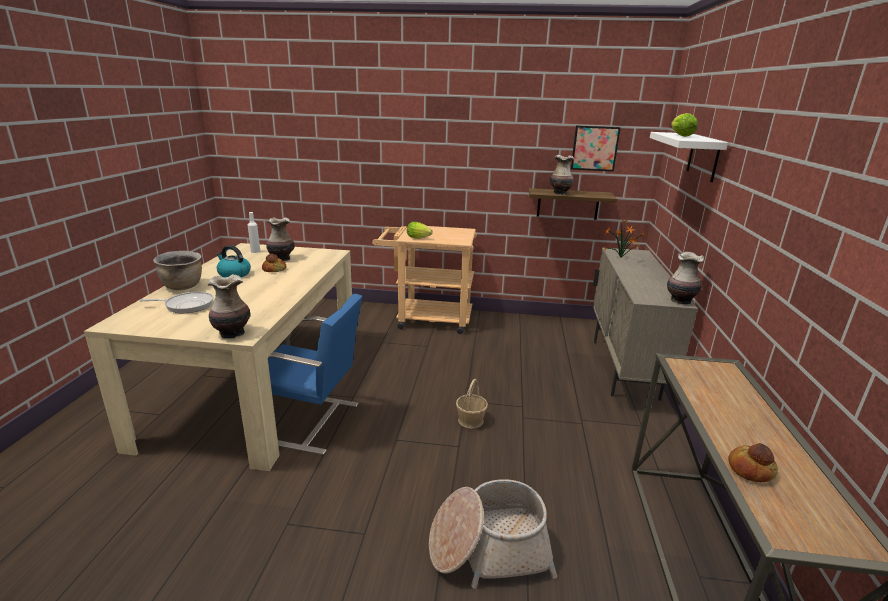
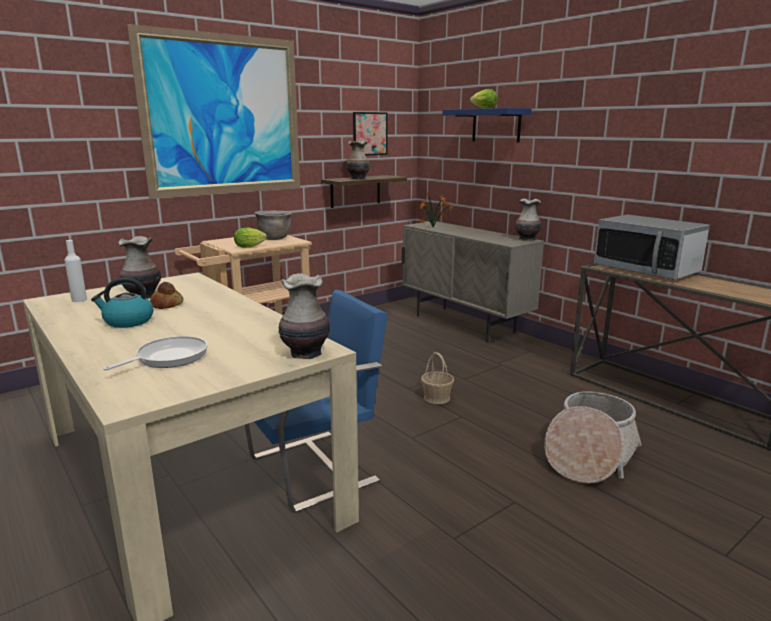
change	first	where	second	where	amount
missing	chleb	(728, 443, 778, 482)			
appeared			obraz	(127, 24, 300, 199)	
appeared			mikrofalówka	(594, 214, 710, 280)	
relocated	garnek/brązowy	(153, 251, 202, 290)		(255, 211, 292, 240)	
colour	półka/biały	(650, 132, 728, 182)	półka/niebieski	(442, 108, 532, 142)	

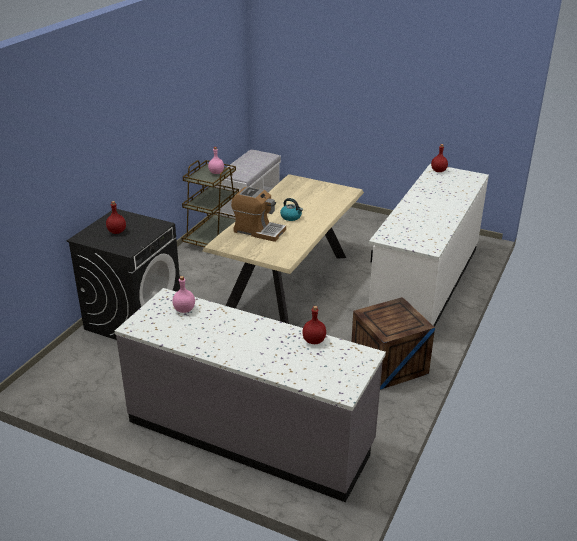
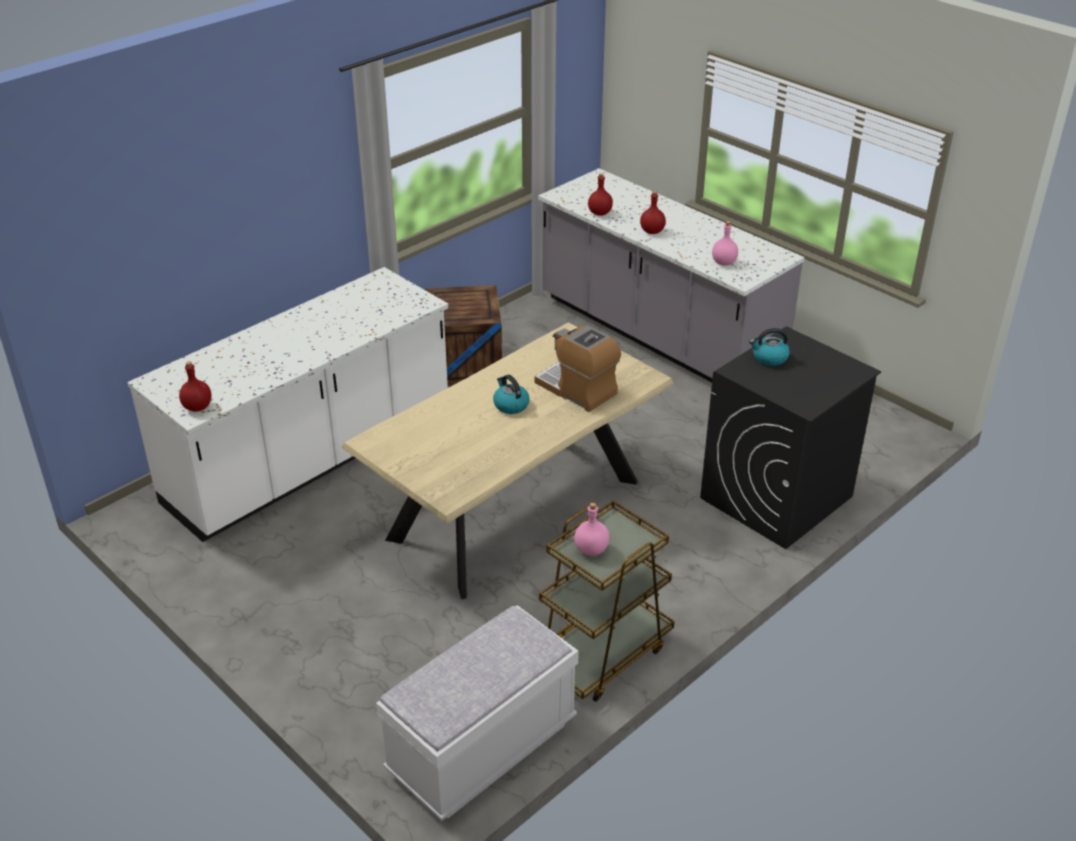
change	first	where	second	where	amount
appeared			czajnik	(749, 328, 790, 366)	
relocated	butelka/czerwony	(106, 201, 126, 234)		(640, 191, 666, 234)	

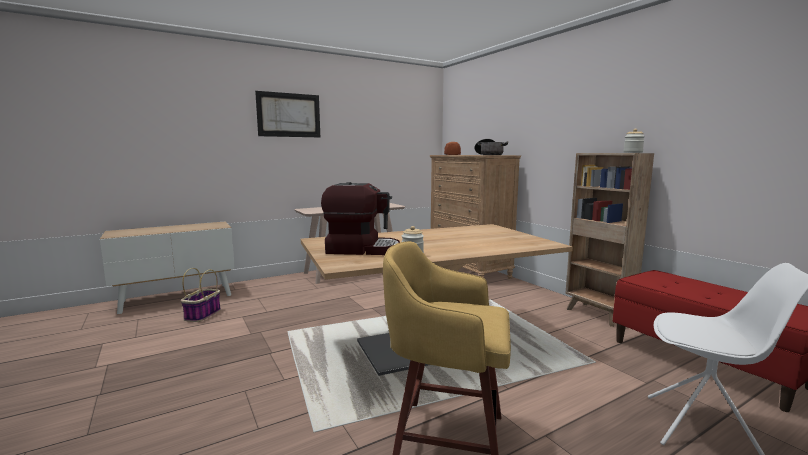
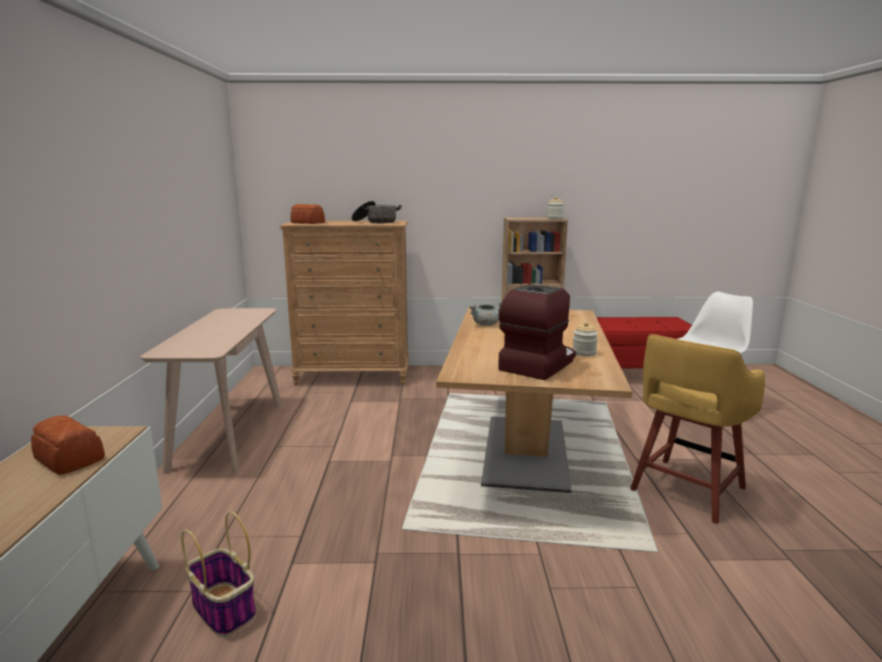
change	first	where	second	where	amount
missing	obraz	(255, 91, 320, 137)			
appeared			chleb	(31, 415, 105, 475)	
appeared			garnek/szary	(469, 301, 502, 326)	

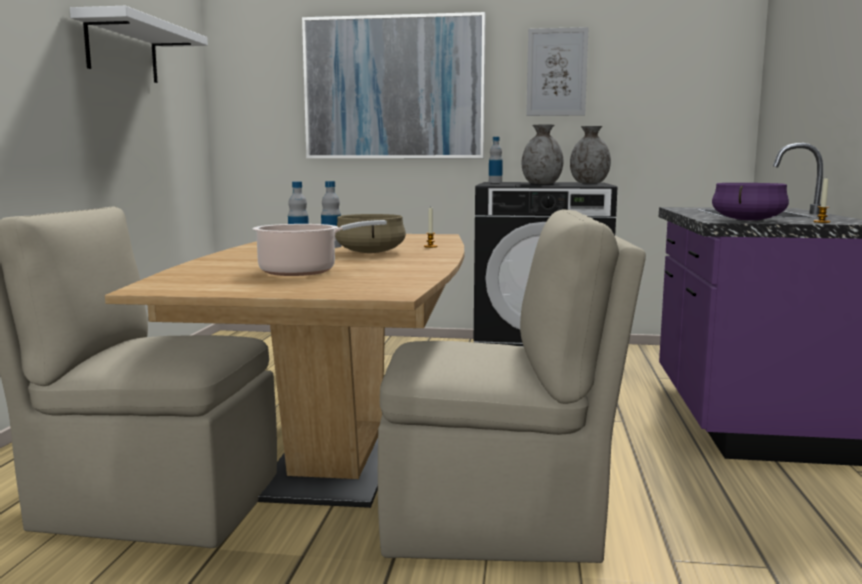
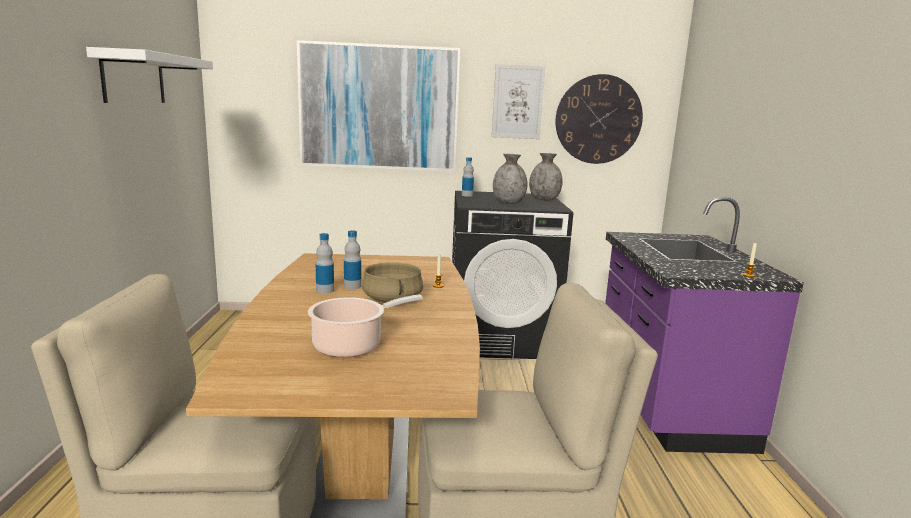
change	first	where	second	where	amount
missing	garnek/fioletowy	(712, 183, 789, 220)			
appeared			zegar ścienny	(556, 74, 643, 164)	

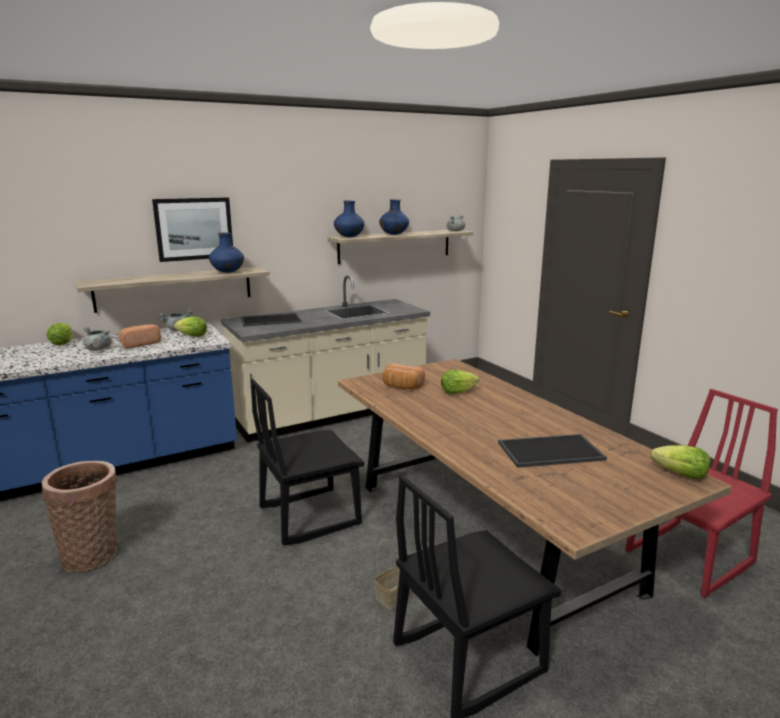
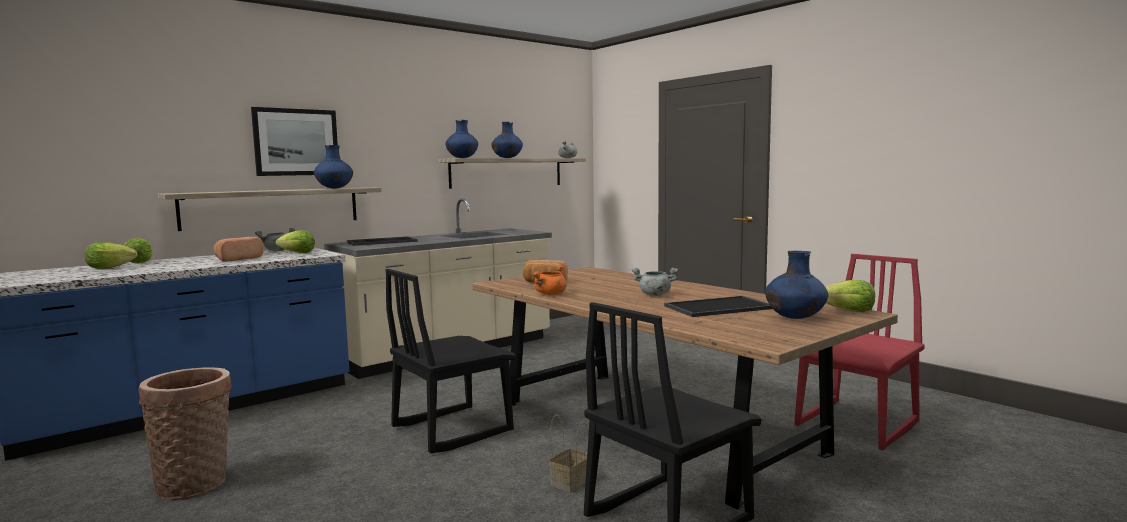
change	first	where	second	where	amount
appeared			garnek/pomarańczowy	(532, 265, 566, 295)	
appeared			wazon/niebieski	(765, 251, 829, 319)	
relocated	garnek/szary	(83, 327, 112, 351)		(632, 268, 678, 296)	
relocated	sałata	(441, 370, 479, 394)		(85, 242, 137, 269)	

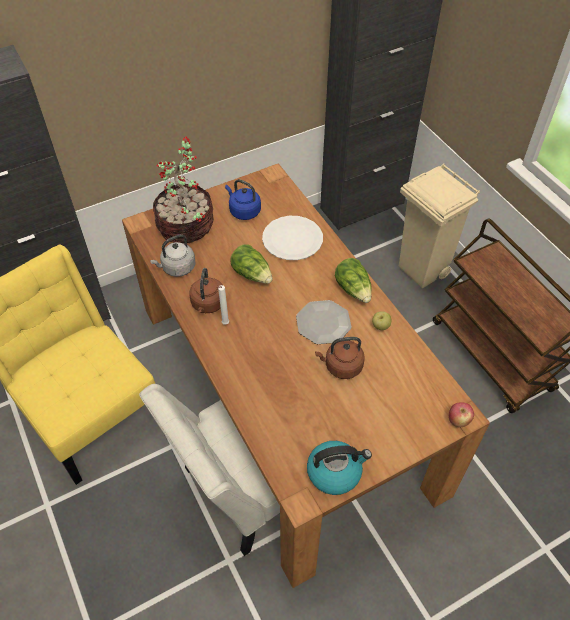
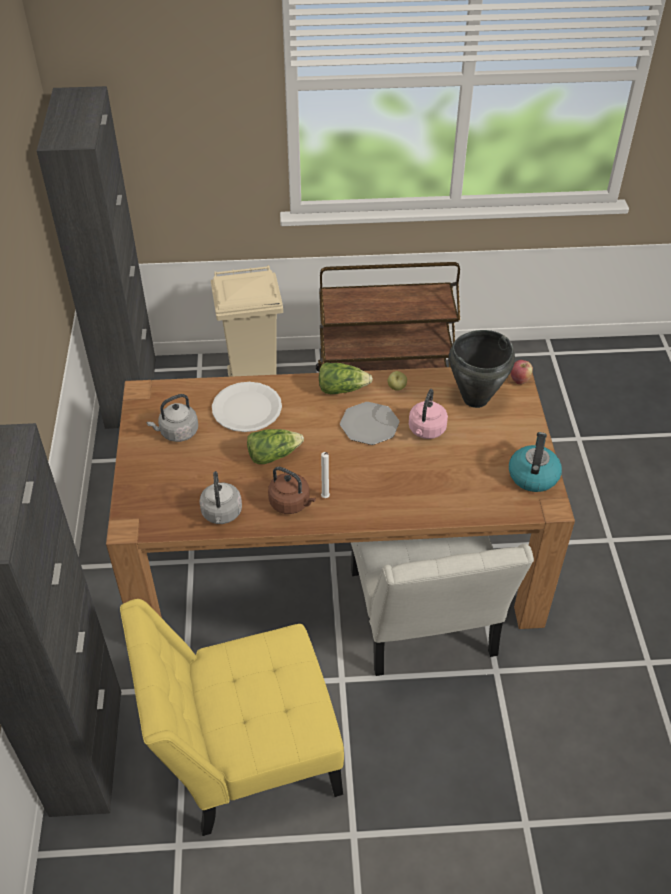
change	first	where	second	where	amount
missing	roślina doniczkowa	(153, 137, 214, 243)			
appeared			garnek/czarny	(449, 330, 515, 408)	
colour	czajnik/niebieski	(225, 179, 261, 220)	czajnik/szary	(147, 394, 198, 442)	
colour	czajnik/brązowy	(315, 337, 364, 379)	czajnik/różowy	(409, 389, 448, 439)	

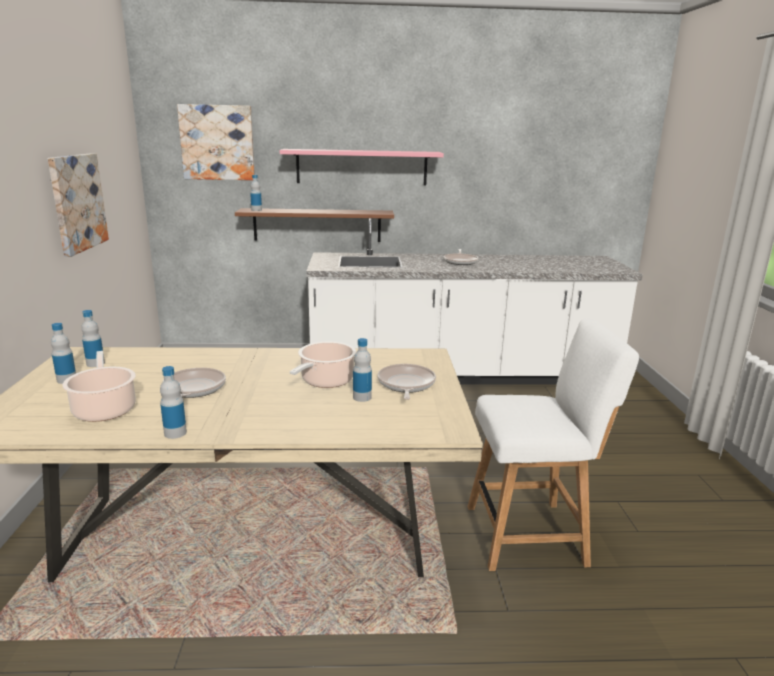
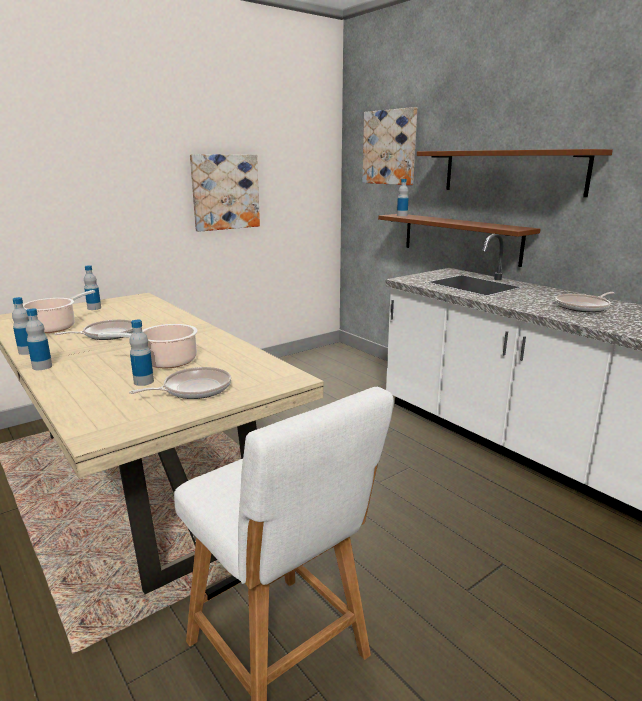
change	first	where	second	where	amount
relocated	butelka	(81, 310, 105, 367)		(26, 308, 52, 370)	
colour	półka/różowy	(280, 149, 444, 185)	półka/brązowy	(417, 149, 613, 197)	

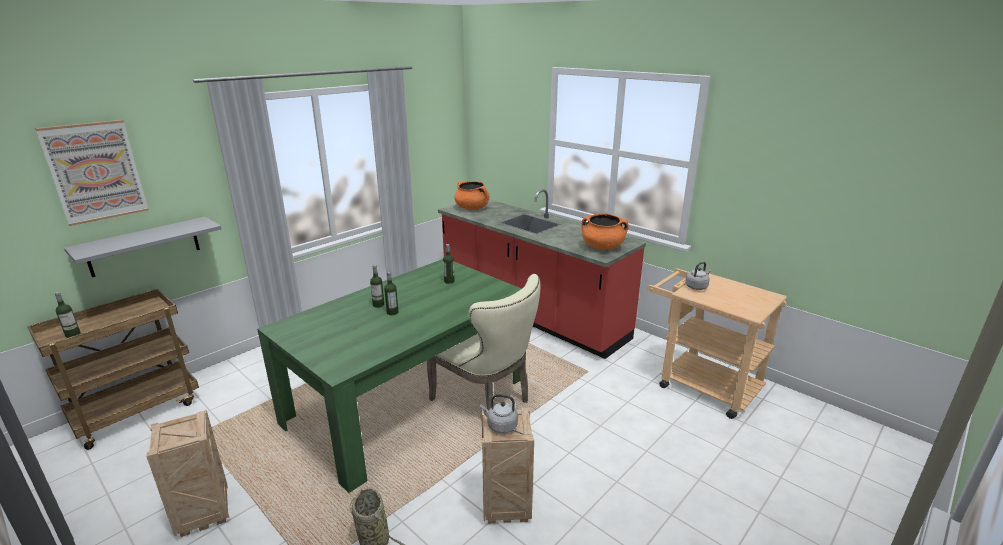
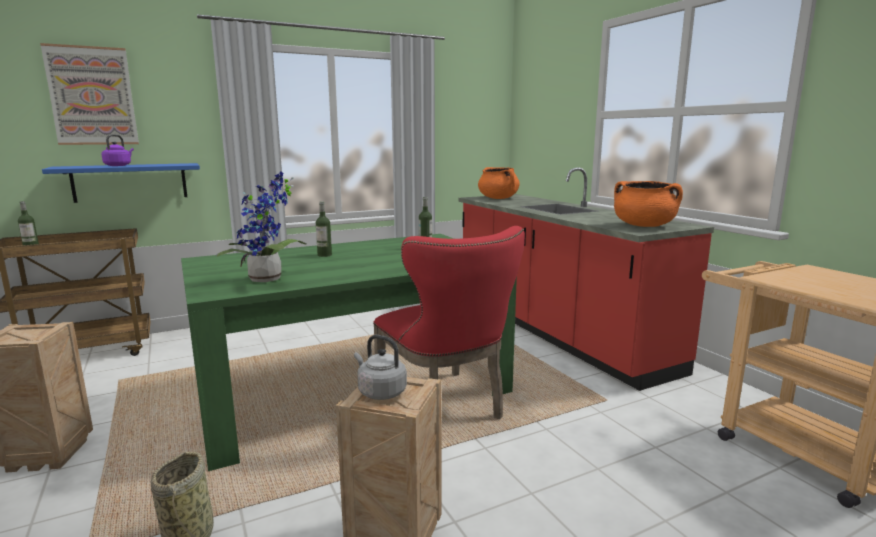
change	first	where	second	where	amount
missing	butelka	(384, 271, 398, 315)			
missing	czajnik/szary	(685, 262, 711, 290)			
appeared			czajnik/fioletowy	(102, 134, 134, 166)	
appeared			roślina doniczkowa	(216, 171, 306, 282)	
colour	półka/szary	(64, 217, 221, 277)	półka/niebieski	(42, 163, 200, 203)	
colour	krzesło/beżowy	(427, 274, 540, 410)	krzesło/czerwony	(373, 226, 525, 419)	

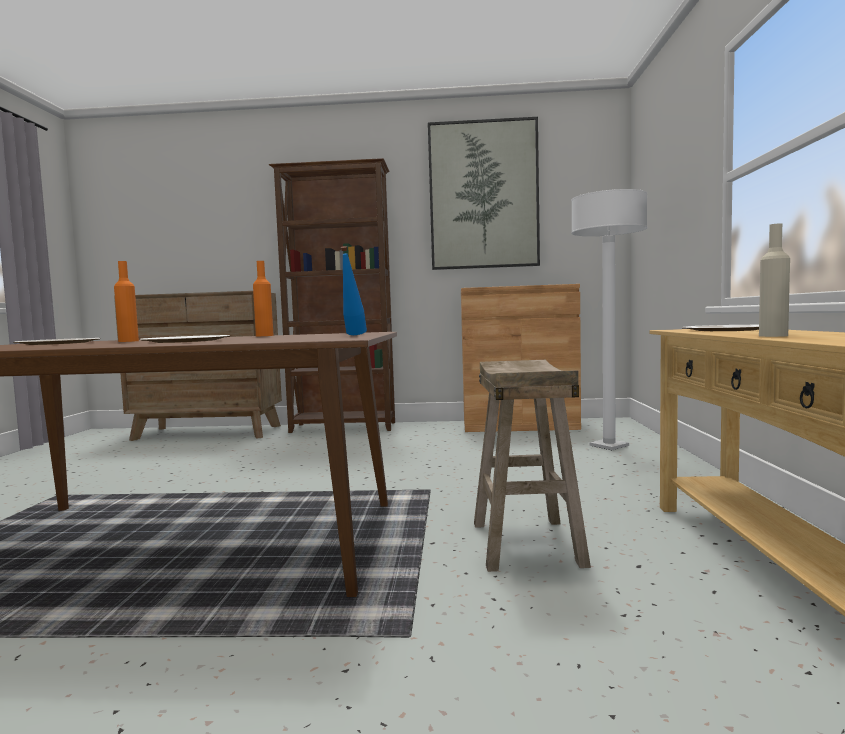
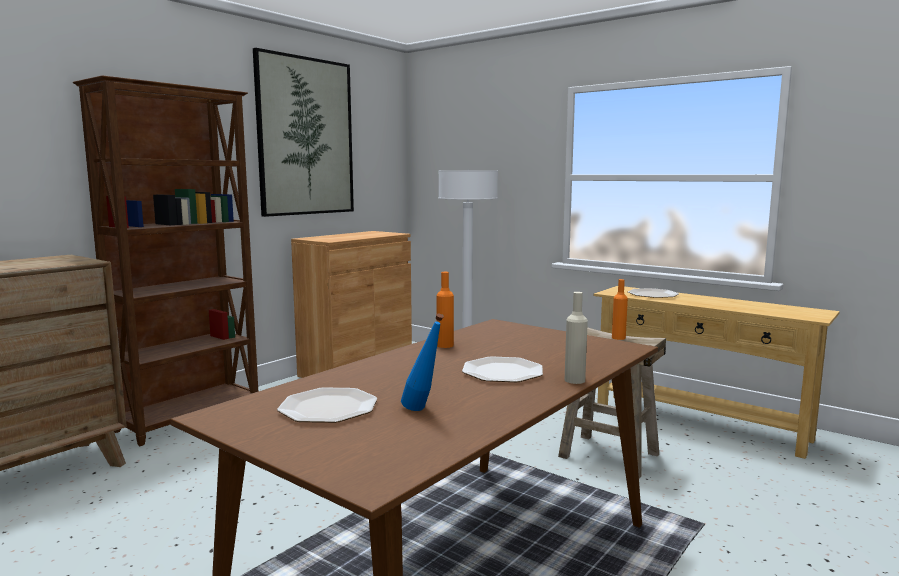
change	first	where	second	where	amount
relocated	butelka/pomarańczowy	(114, 261, 139, 342)		(612, 279, 628, 340)	
relocated	butelka/niebieski	(341, 246, 367, 335)		(401, 314, 444, 411)	
relocated	butelka/beżowy	(759, 223, 790, 337)		(565, 292, 588, 384)	

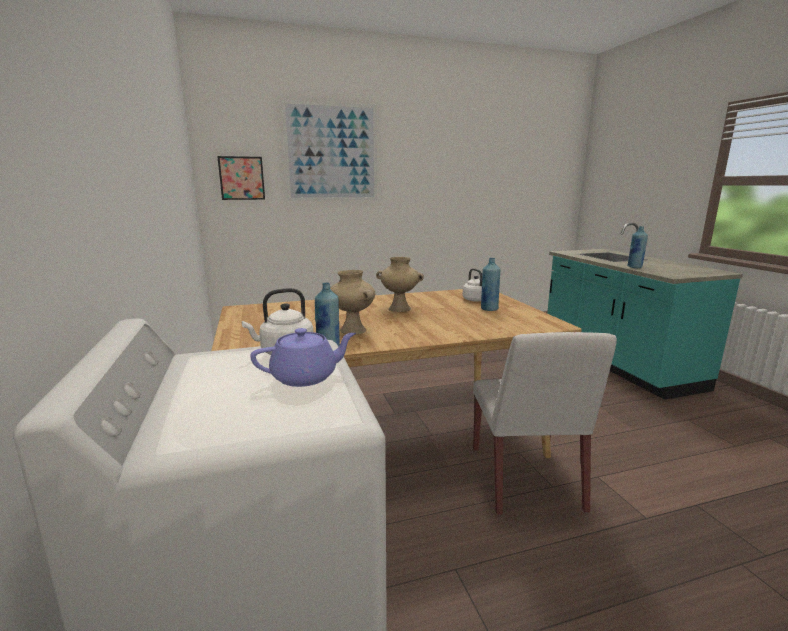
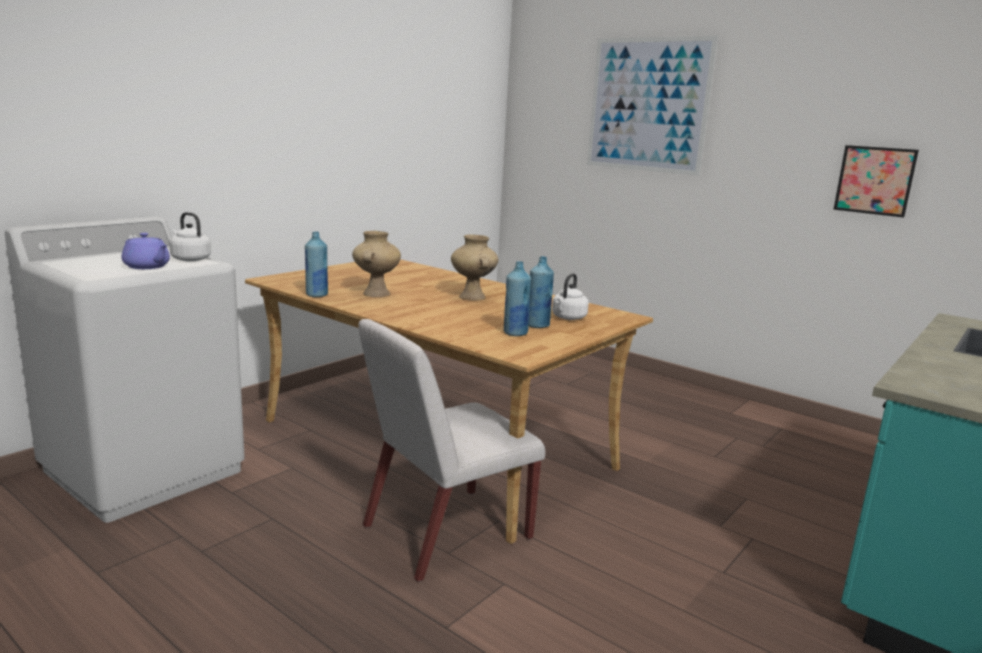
change	first	where	second	where	amount
relocated	obraz	(217, 156, 265, 200)		(833, 145, 919, 218)	
relocated	butelka/niebieski	(627, 226, 648, 268)		(504, 262, 531, 336)	

